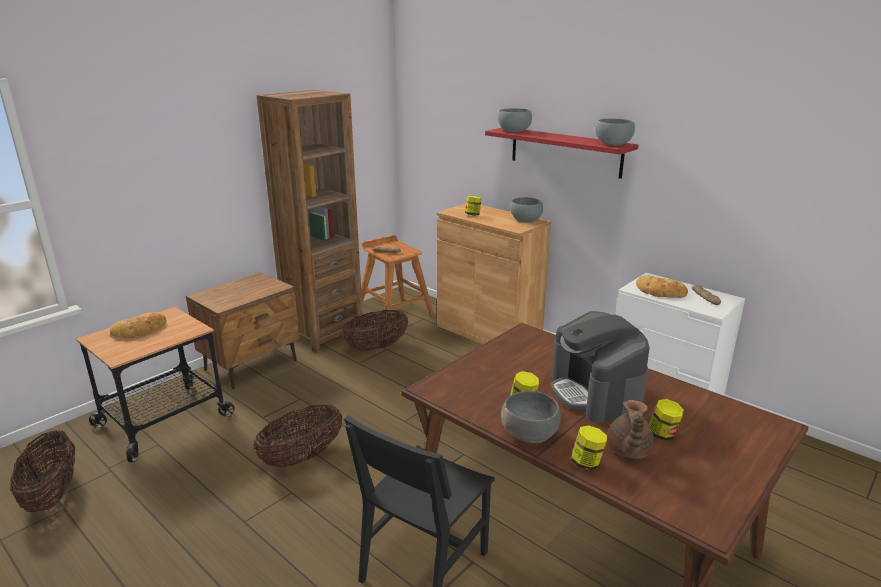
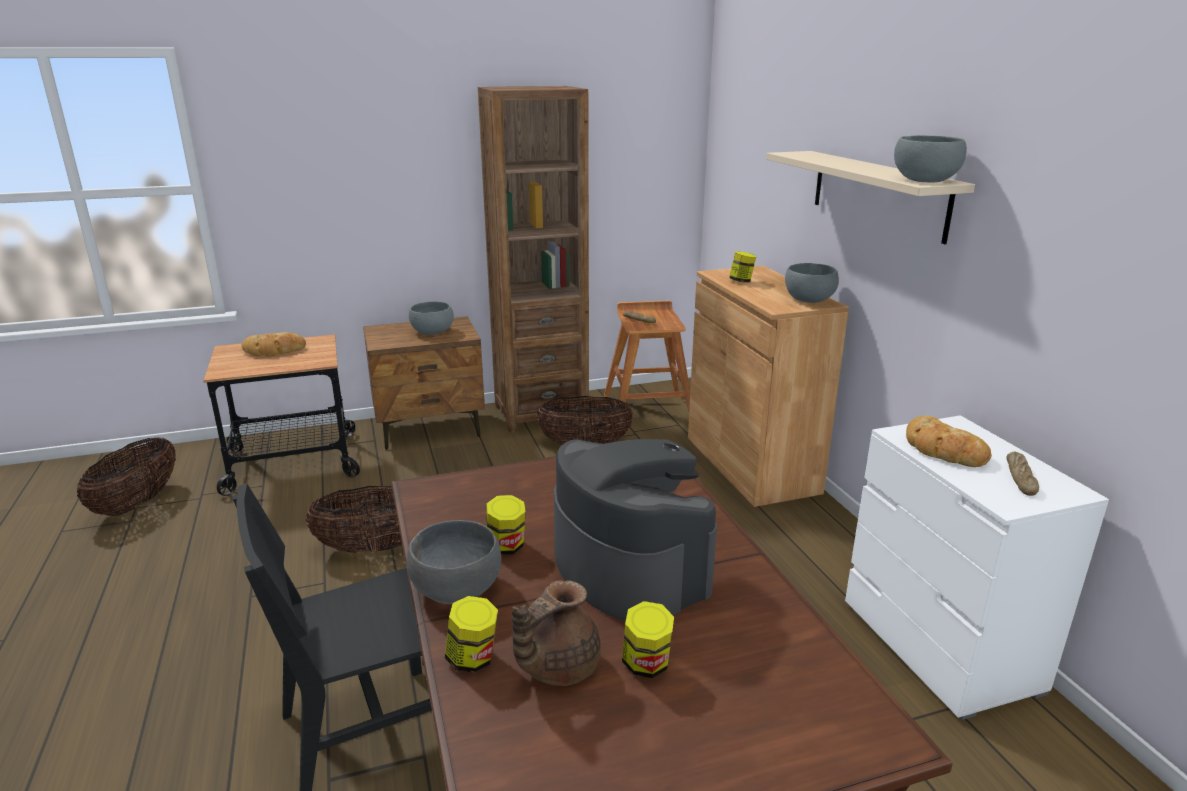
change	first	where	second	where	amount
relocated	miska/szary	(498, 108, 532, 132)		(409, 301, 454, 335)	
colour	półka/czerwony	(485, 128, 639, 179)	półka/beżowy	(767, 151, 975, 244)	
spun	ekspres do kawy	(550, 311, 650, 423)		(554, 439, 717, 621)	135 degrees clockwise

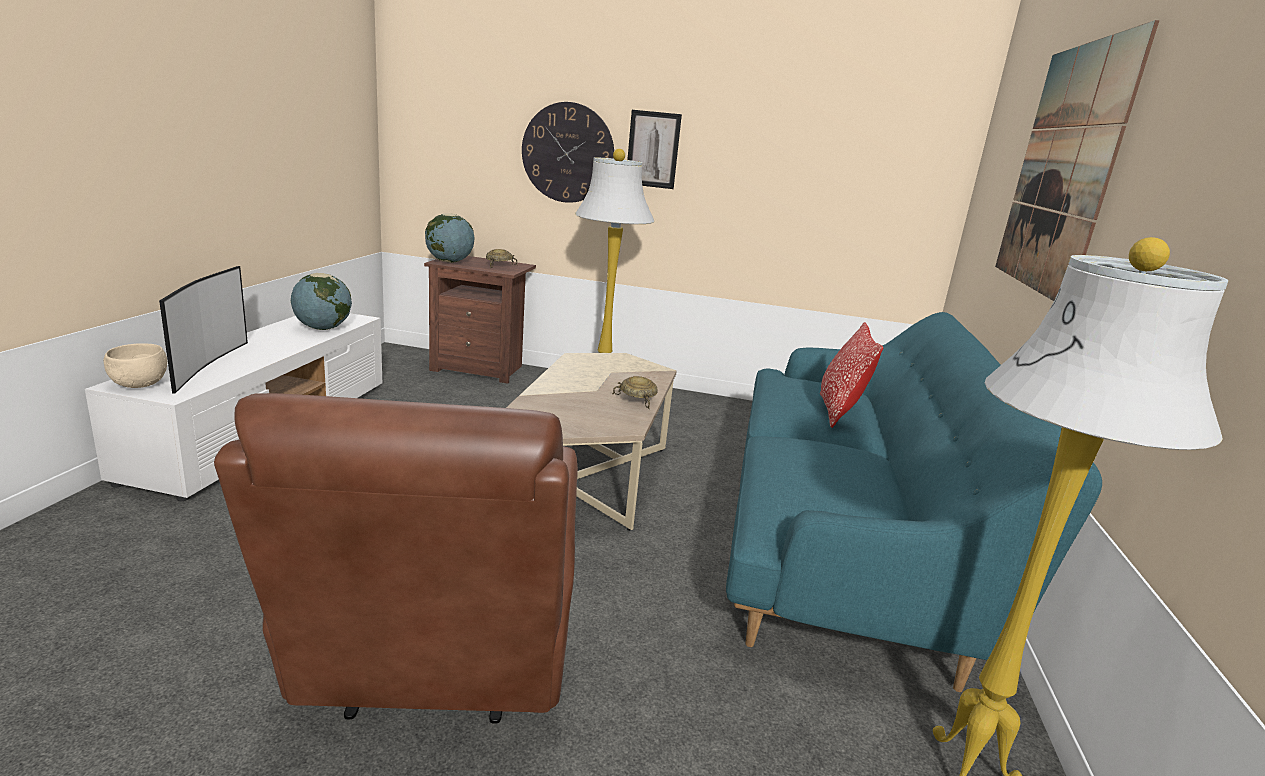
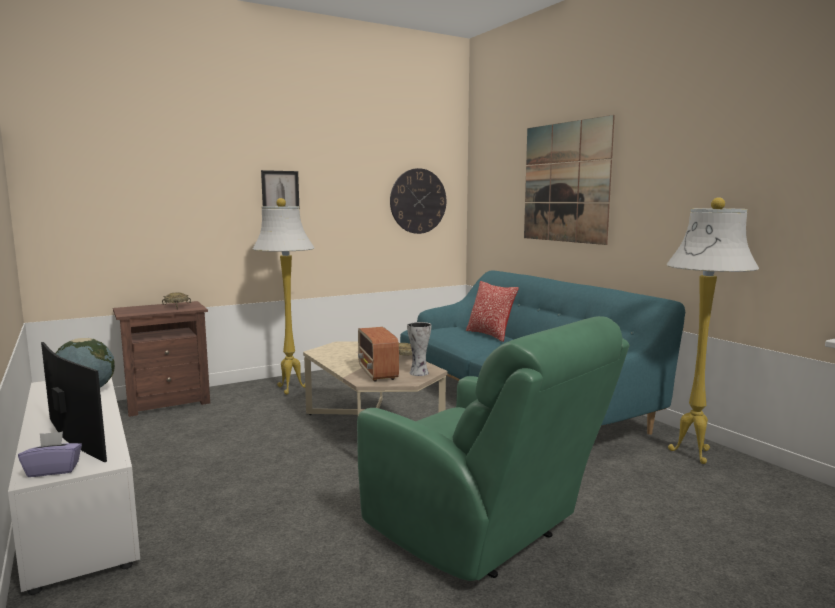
change	first	where	second	where	amount
missing	globus	(425, 213, 474, 263)			
appeared			radio	(358, 327, 399, 382)	
appeared			wazon	(407, 322, 432, 376)	
relocated	zegar ścienny	(522, 102, 614, 203)		(390, 168, 446, 234)	
exchanged	miska/beżowy	(104, 343, 167, 388)	pudełko chusteczek/fioletowy	(18, 432, 82, 477)	
colour	fotel/brązowy	(214, 393, 578, 724)	fotel/zielony	(357, 316, 629, 581)	

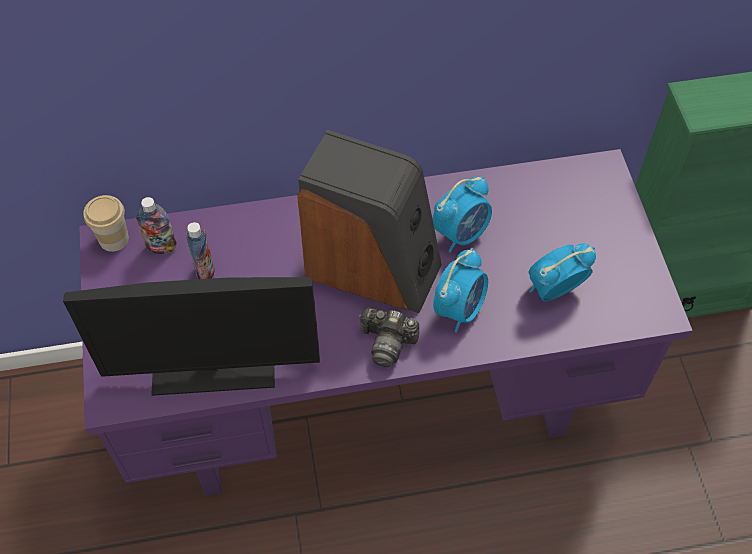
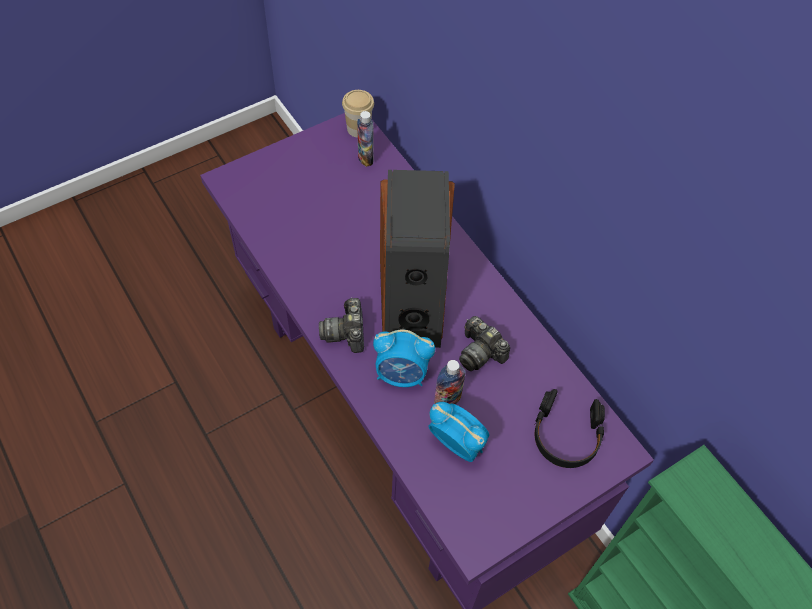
change	first	where	second	where	amount
missing	monitor	(63, 277, 320, 396)			
appeared			słuchawki/czarny	(534, 389, 605, 468)	
relocated	butelka	(186, 222, 215, 279)		(434, 360, 466, 404)	
exchanged	budzik	(432, 176, 492, 253)	aparat fotograficzny	(459, 316, 510, 371)	

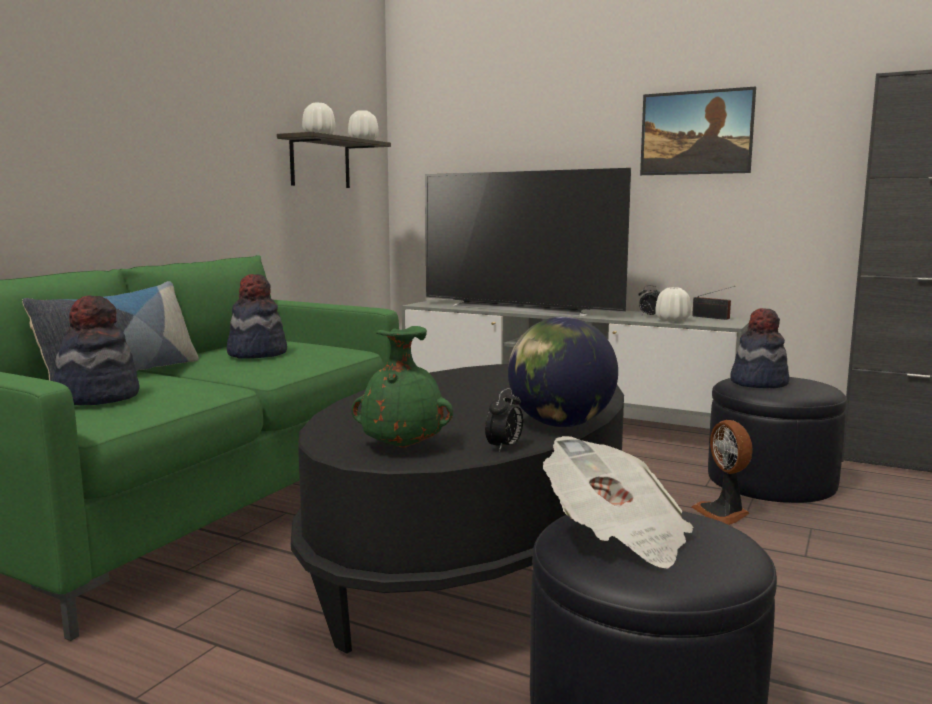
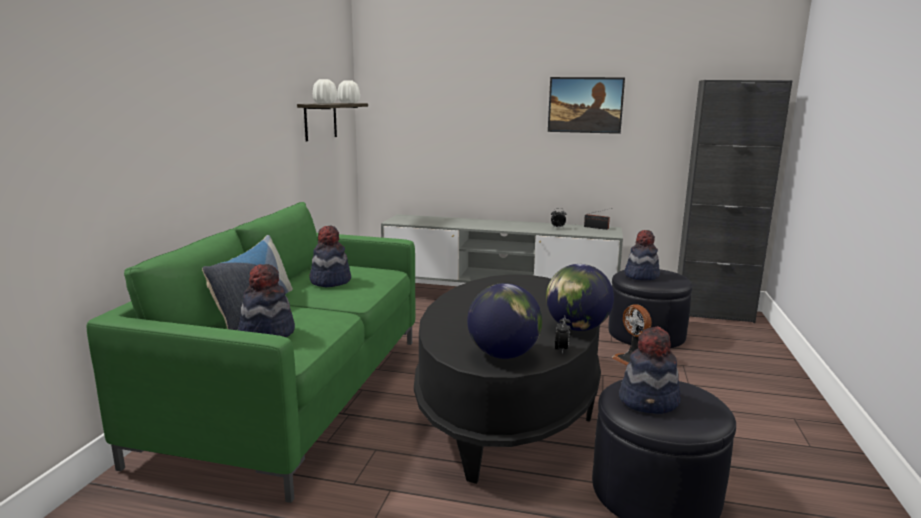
change	first	where	second	where	amount
missing	telewizor	(425, 168, 631, 316)			
missing	wazon/biały	(655, 287, 691, 322)			
exchanged	wazon/zielony	(351, 326, 453, 448)	globus	(467, 283, 542, 359)	
exchanged	gazeta	(543, 436, 693, 569)	kapelusz	(619, 326, 681, 414)	

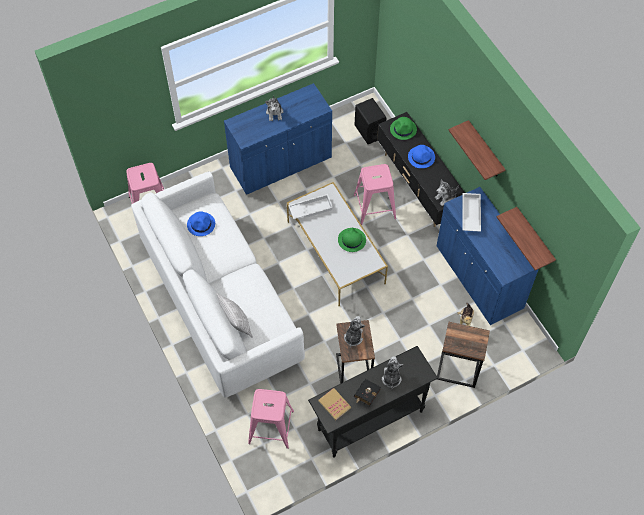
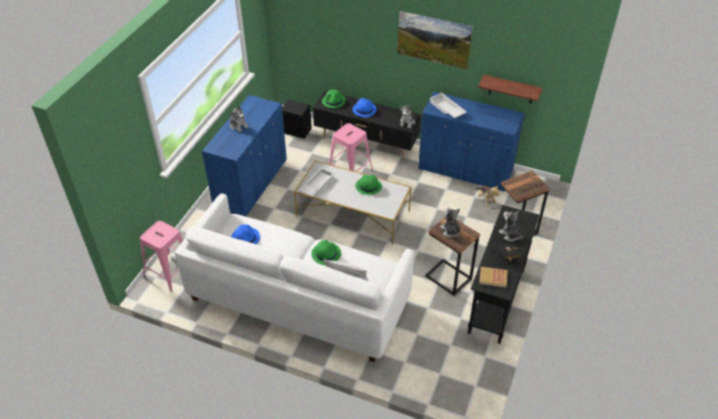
change	first	where	second	where	amount
missing	stołek/różowy	(248, 389, 294, 449)			
appeared			kapelusz/zielony	(311, 240, 341, 265)	
exchanged	półka	(448, 120, 506, 180)	obraz	(397, 11, 473, 70)	

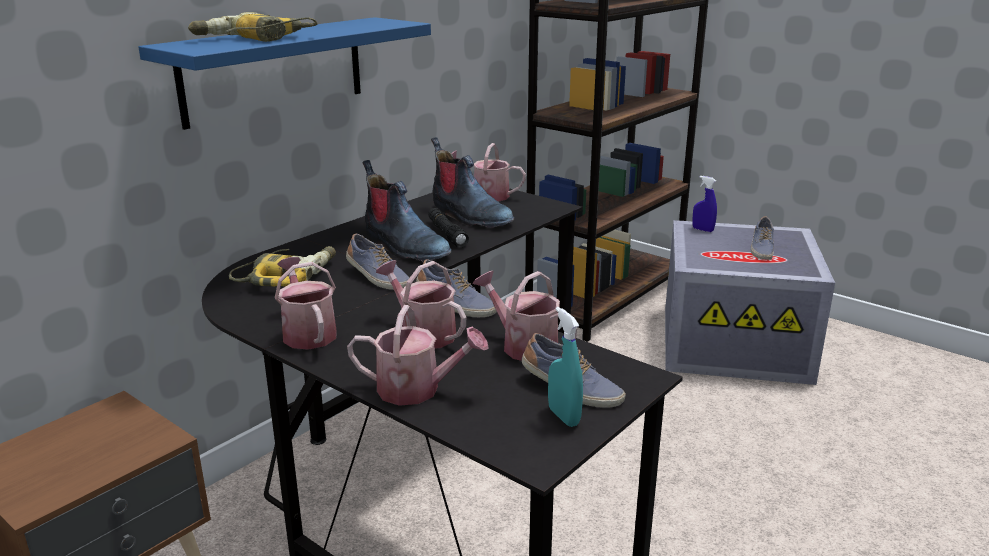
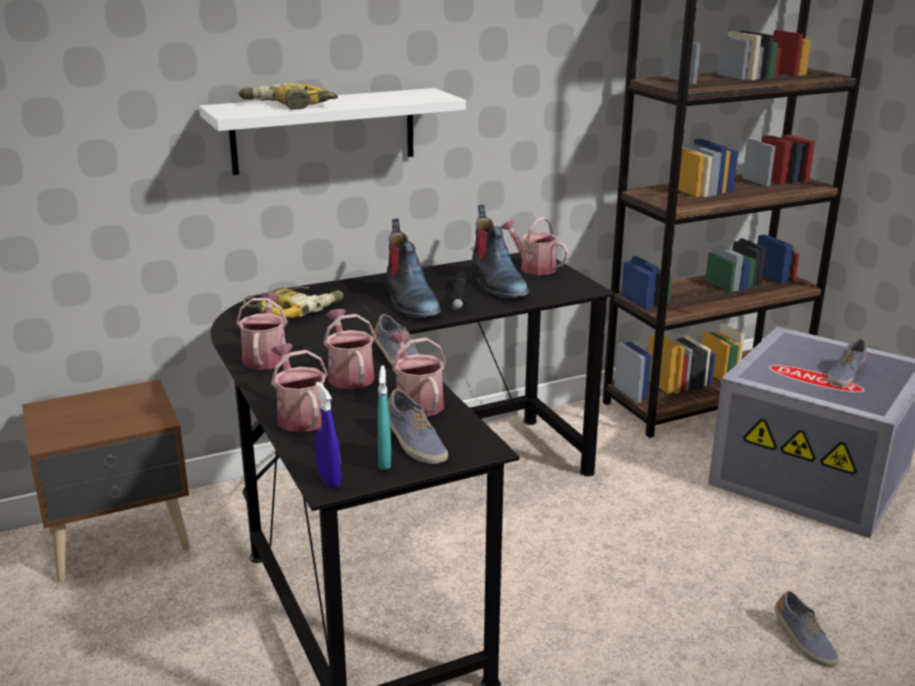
change	first	where	second	where	amount
relocated	but	(346, 234, 410, 290)		(774, 590, 840, 667)	
relocated	spryskiwacz/niebieski	(692, 176, 717, 232)		(315, 382, 341, 488)	
colour	półka/niebieski	(138, 17, 431, 130)	półka/biały	(199, 88, 466, 175)	
spun	konewka	(347, 305, 489, 406)		(271, 343, 328, 432)	150 degrees counterclockwise

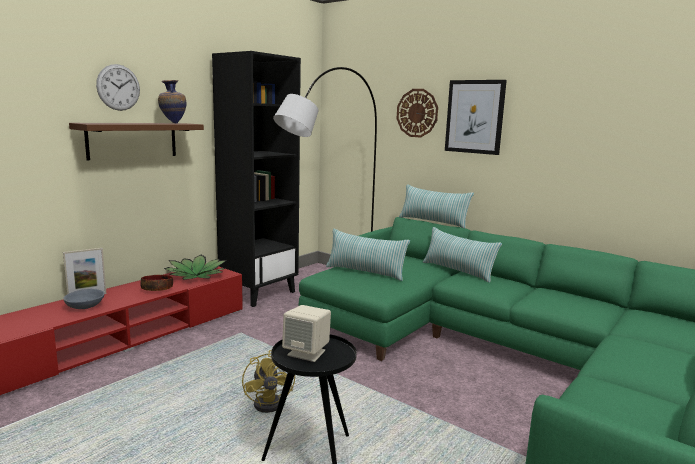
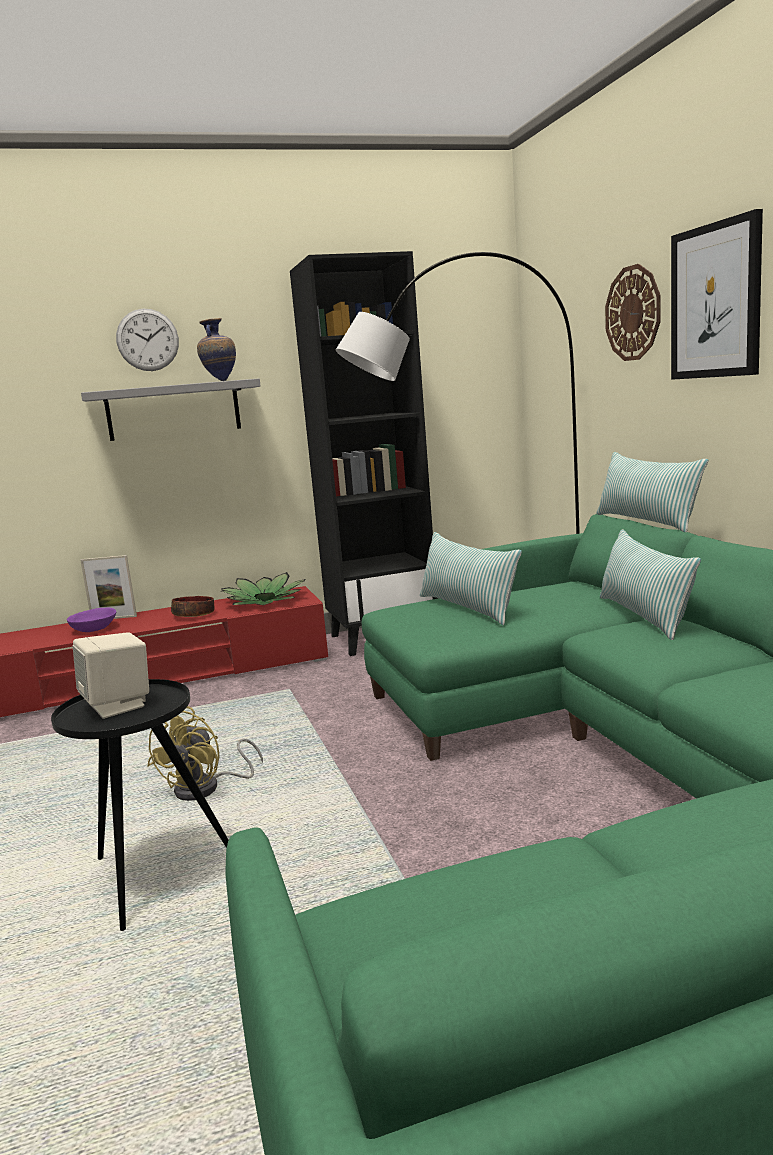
change	first	where	second	where	amount
colour	miska/szary	(63, 289, 105, 309)	miska/fioletowy	(67, 608, 116, 632)	
colour	półka/brązowy	(69, 123, 204, 160)	półka/szary	(81, 378, 261, 441)	

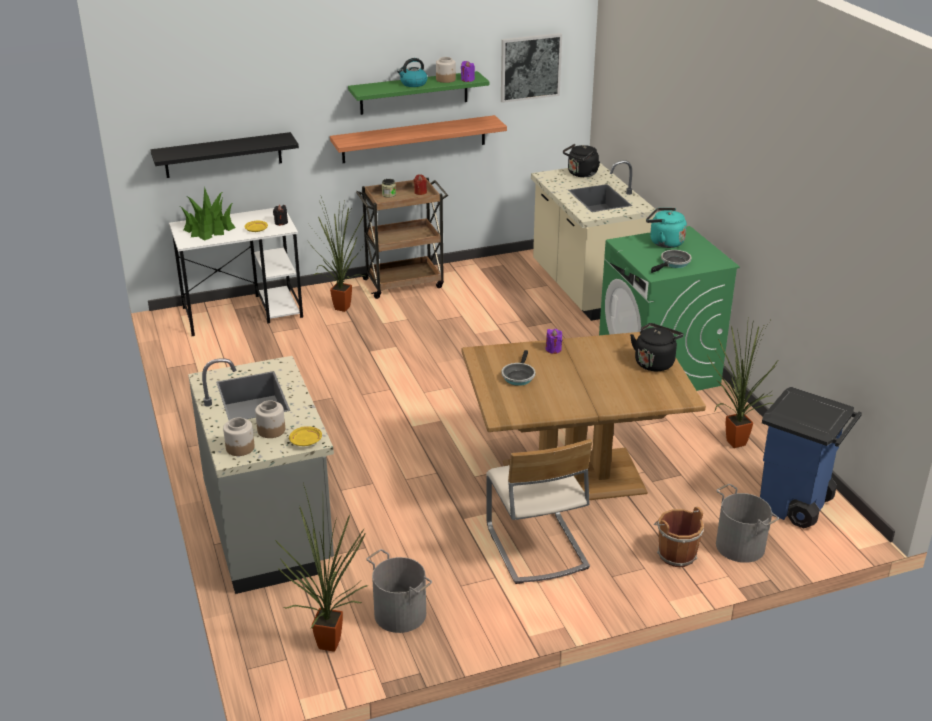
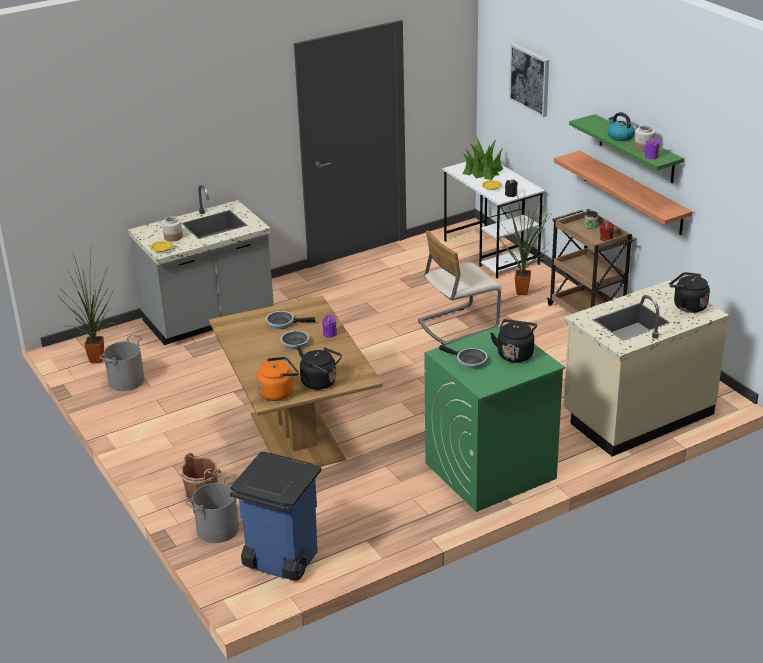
change	first	where	second	where	amount
missing	półka/czarny	(150, 132, 299, 178)			
missing	słoik	(223, 417, 255, 456)			
missing	roślina doniczkowa	(707, 320, 779, 448)			
appeared			czajnik/pomarańczowy	(257, 357, 299, 401)	
appeared			patelnia	(281, 331, 309, 359)	
relocated	krzesło/beżowy	(486, 439, 592, 584)		(418, 230, 502, 345)	
relocated	obraz	(501, 33, 562, 103)		(509, 44, 549, 117)	
colour	czajnik/turkusowy	(646, 208, 687, 248)	czajnik/czarny	(490, 319, 537, 362)	

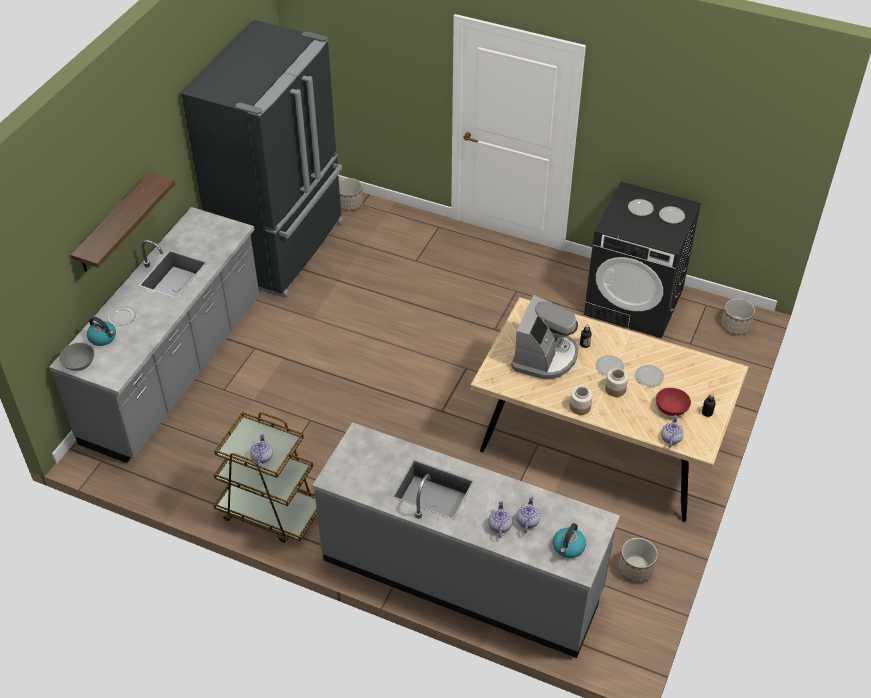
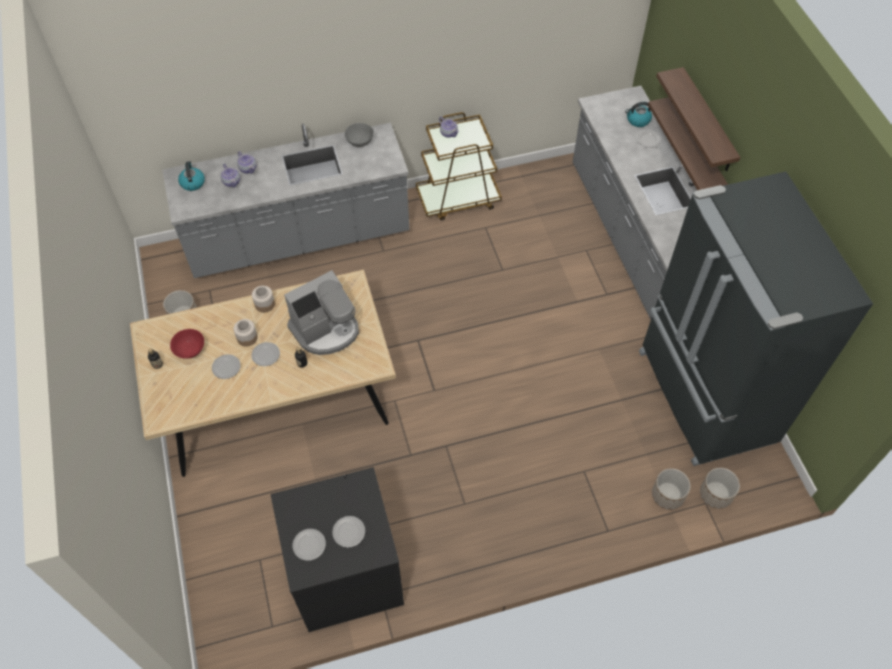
change	first	where	second	where	amount
missing	imbryk	(661, 415, 684, 448)			
appeared			półka	(648, 97, 728, 190)	
relocated	miska/szary	(59, 343, 94, 371)		(344, 123, 374, 147)	
relocated	donica	(721, 298, 755, 335)		(652, 468, 691, 510)	
spun	ekspres do kawy	(511, 295, 578, 379)		(284, 270, 359, 355)	105 degrees counterclockwise

